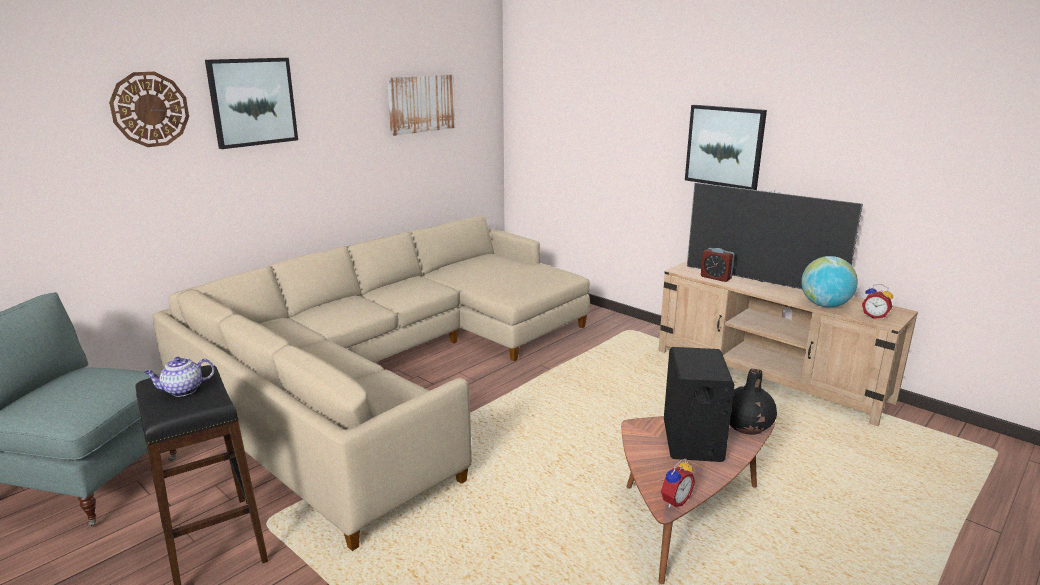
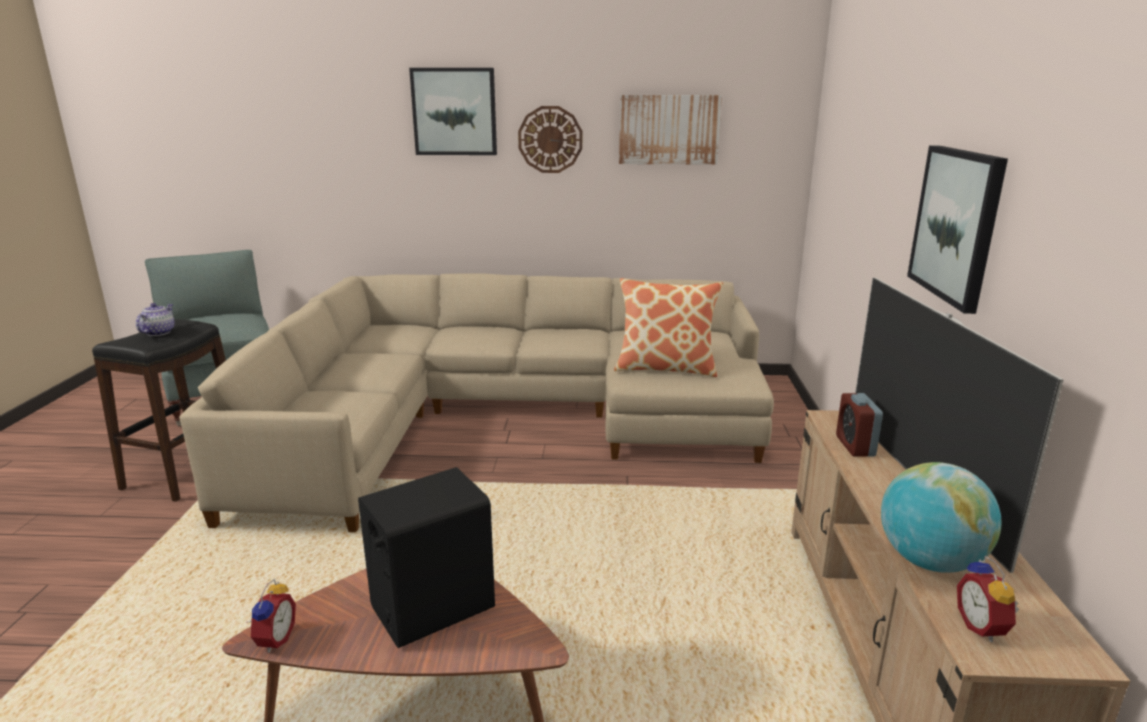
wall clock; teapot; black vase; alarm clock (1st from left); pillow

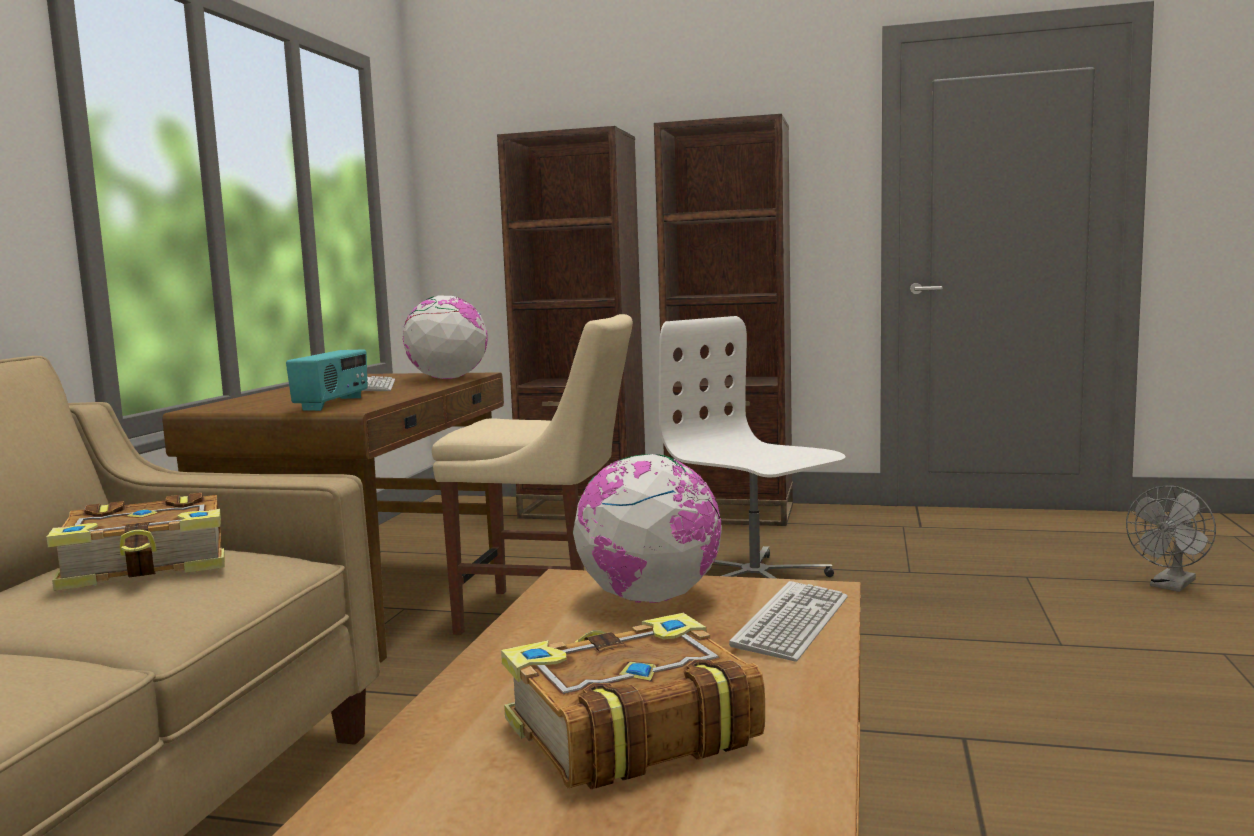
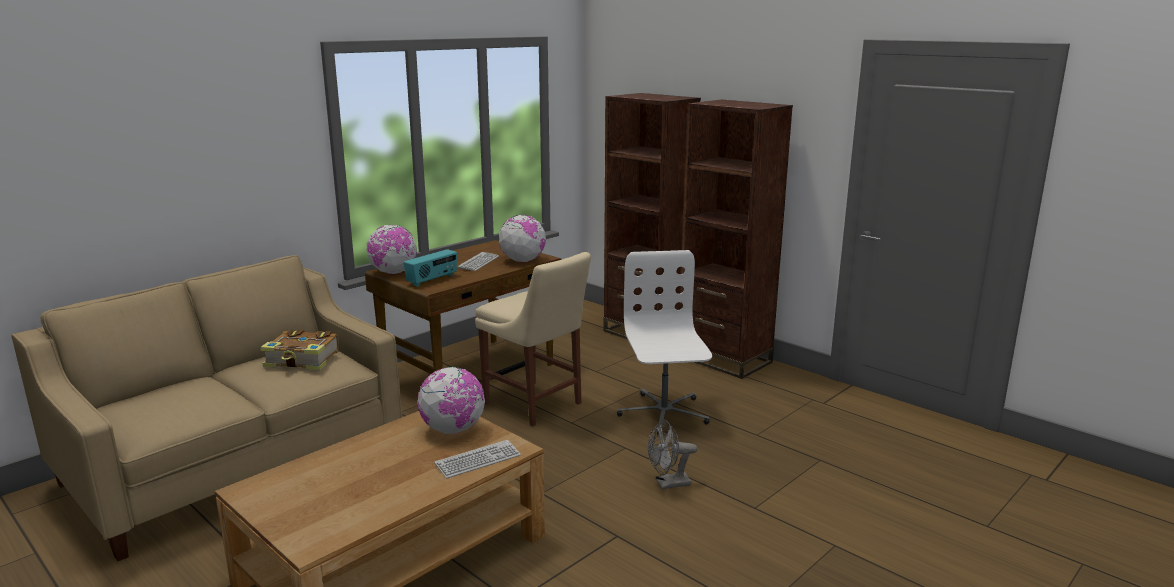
grey fan; book (2nd from left in the first image); globe (1st from left)

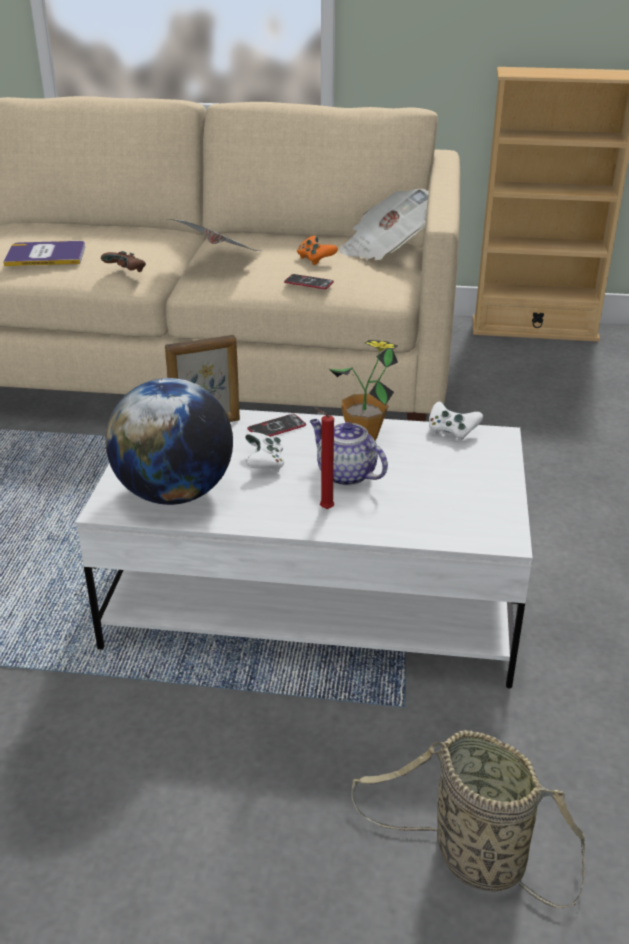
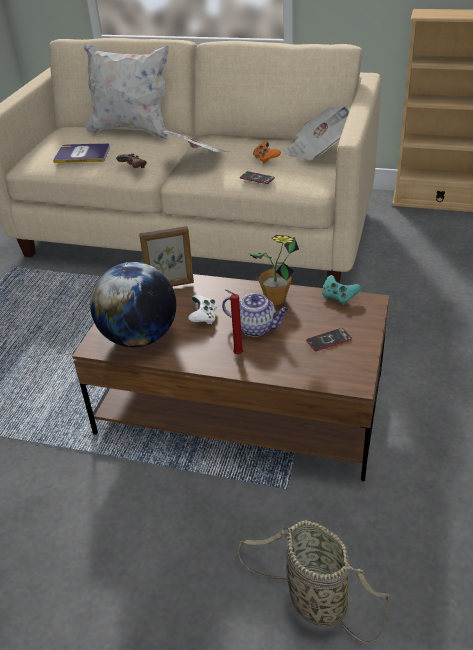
turquoise game controller; brown coffee table; phone (2nd from left); teapot; white pillow

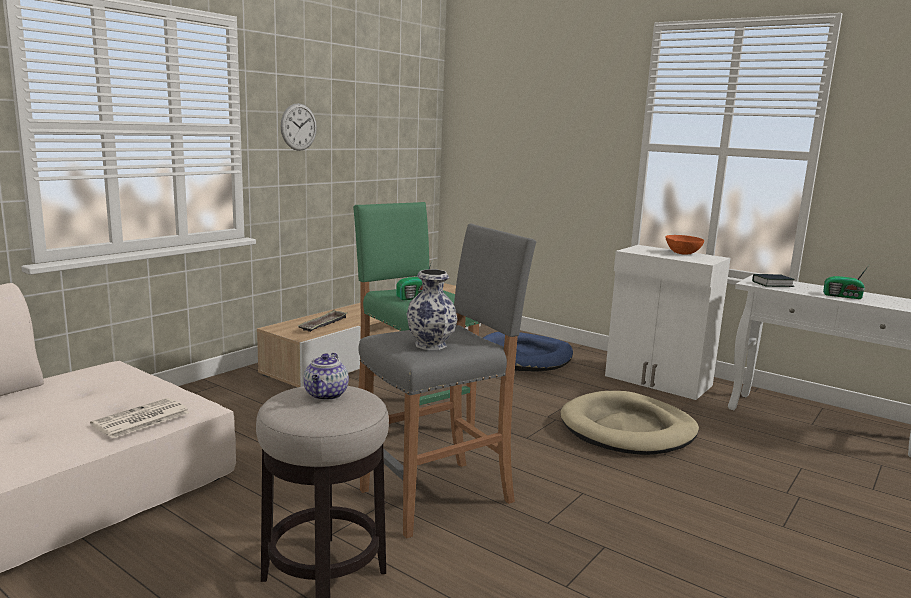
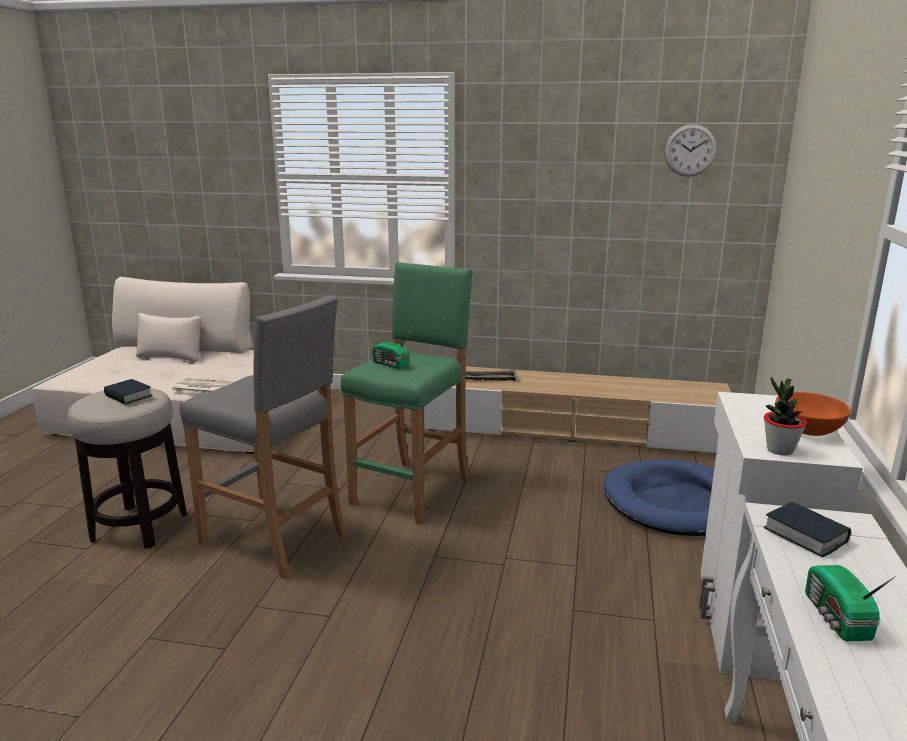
wall clock; vase; book (1st from left); beige dog bed; potted plant

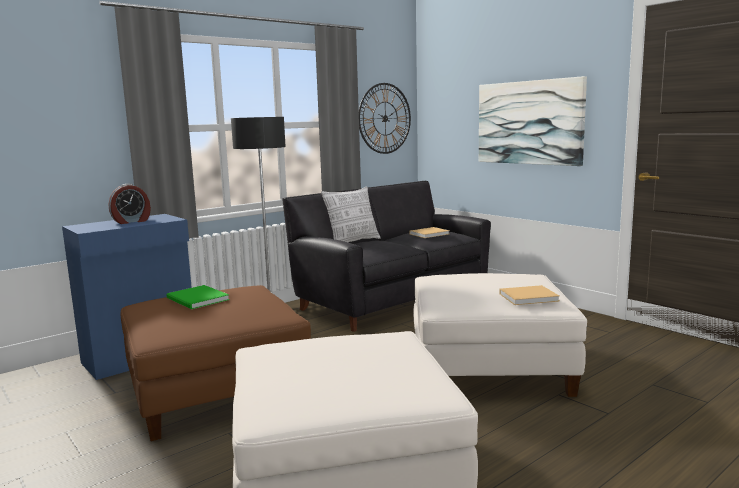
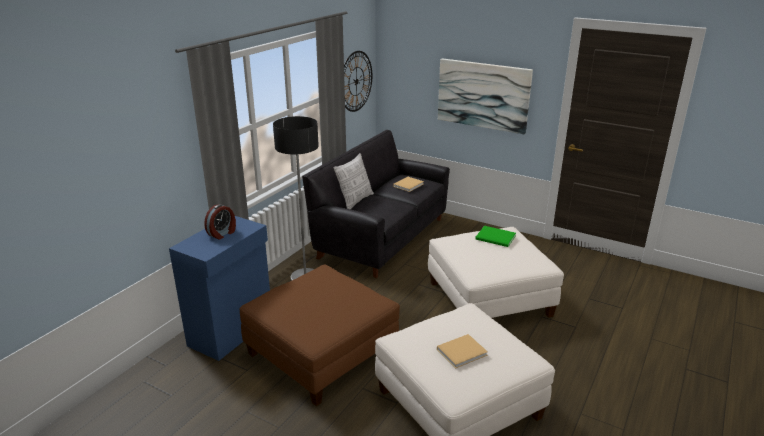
green book; beige book (2nd from left)

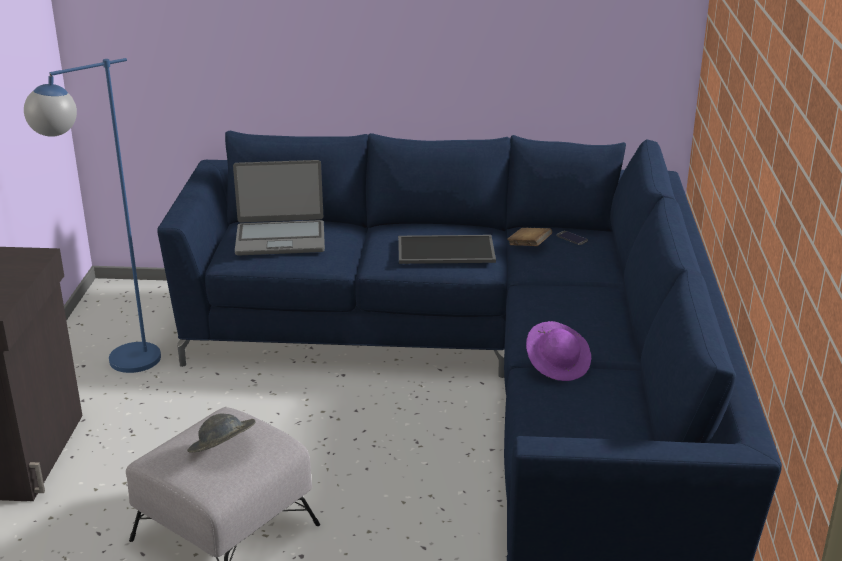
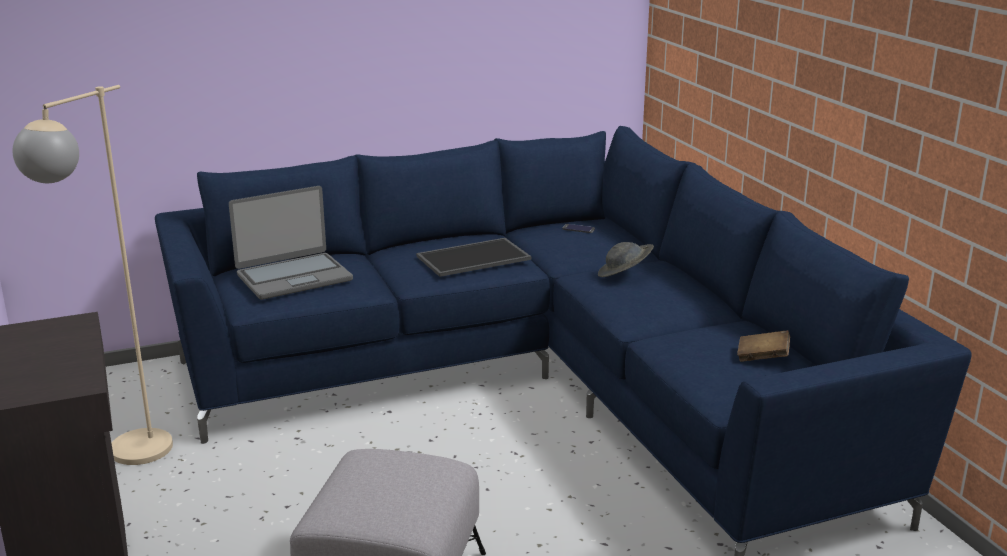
beige floor lamp; brown book; purple hat; grey hat

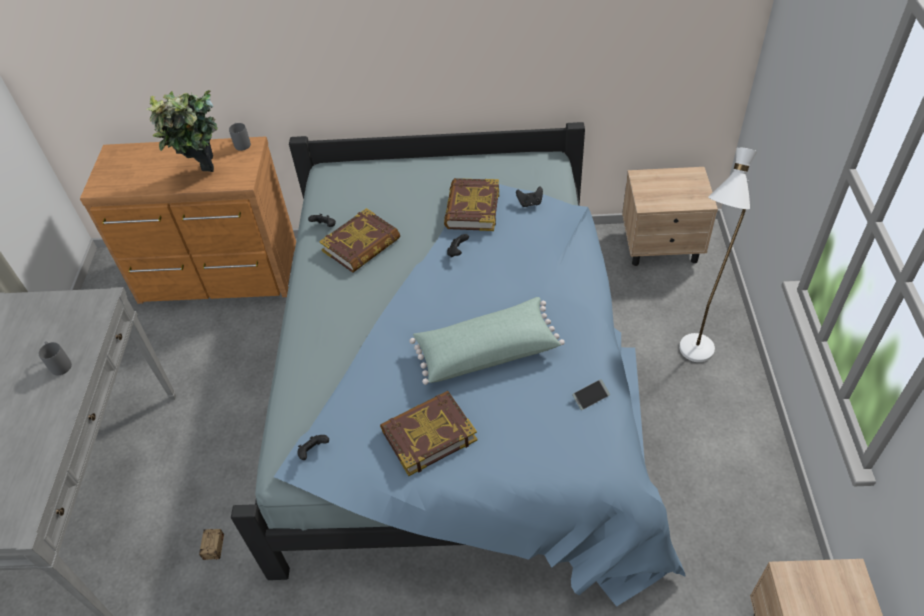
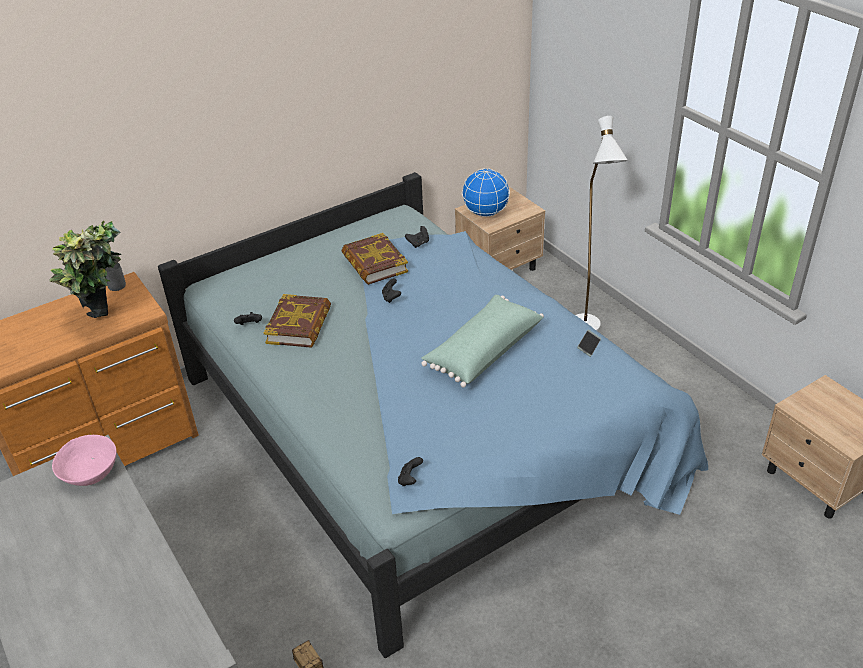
grey mug (1st from left in the first image); book (2nd from left in the first image); globe; pink bowl

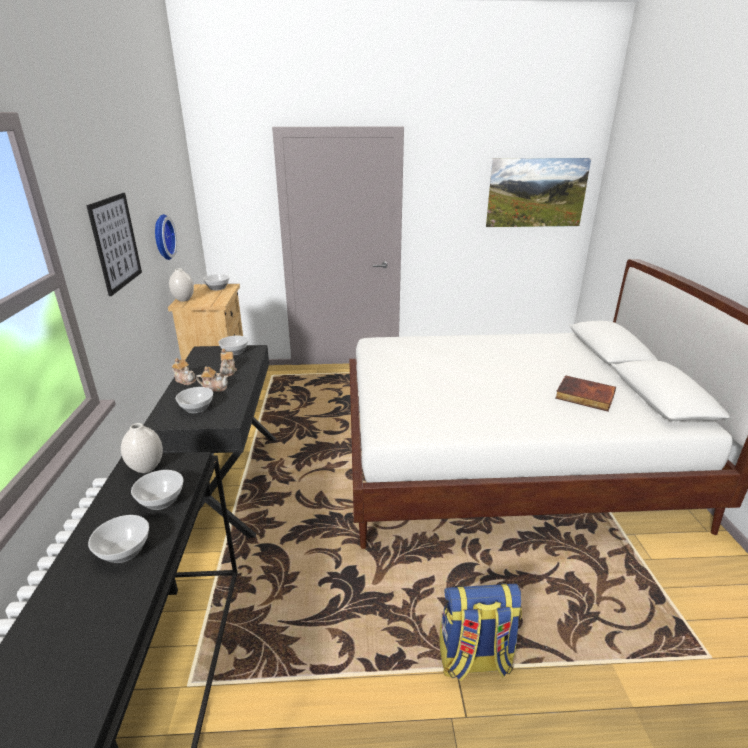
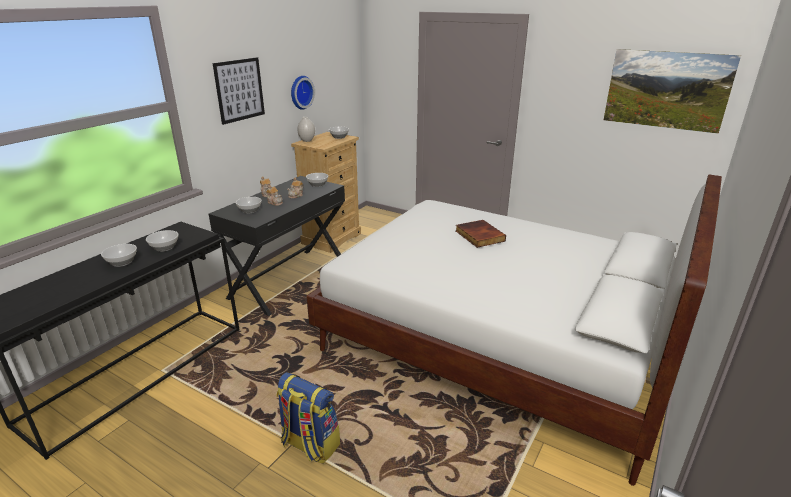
book; white vase (1st from left in the first image)

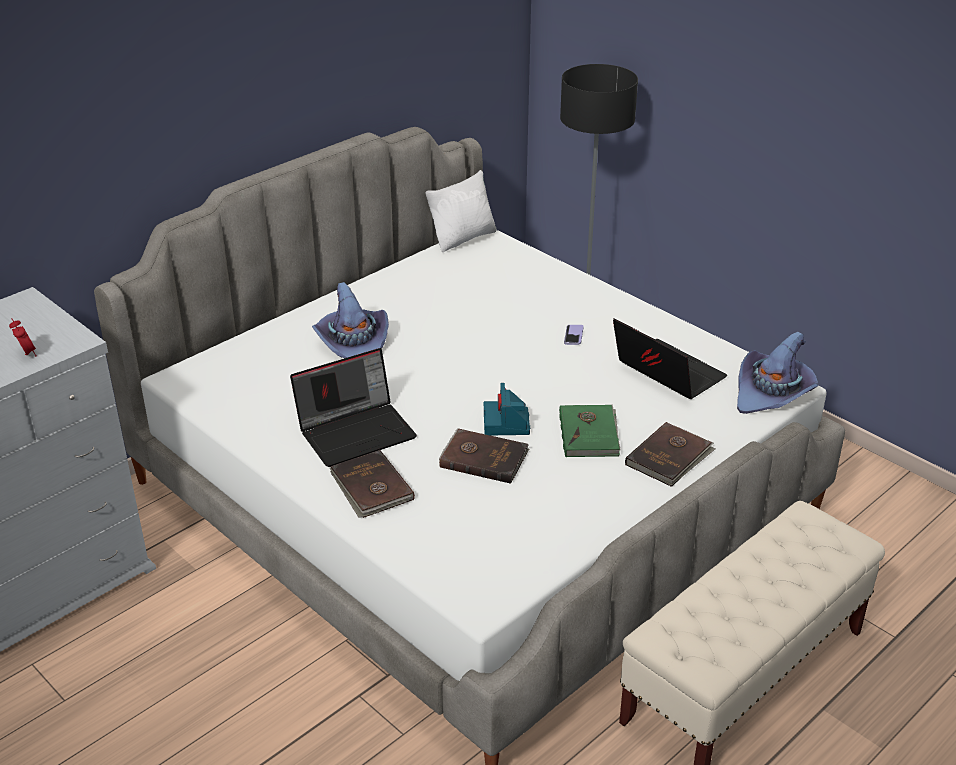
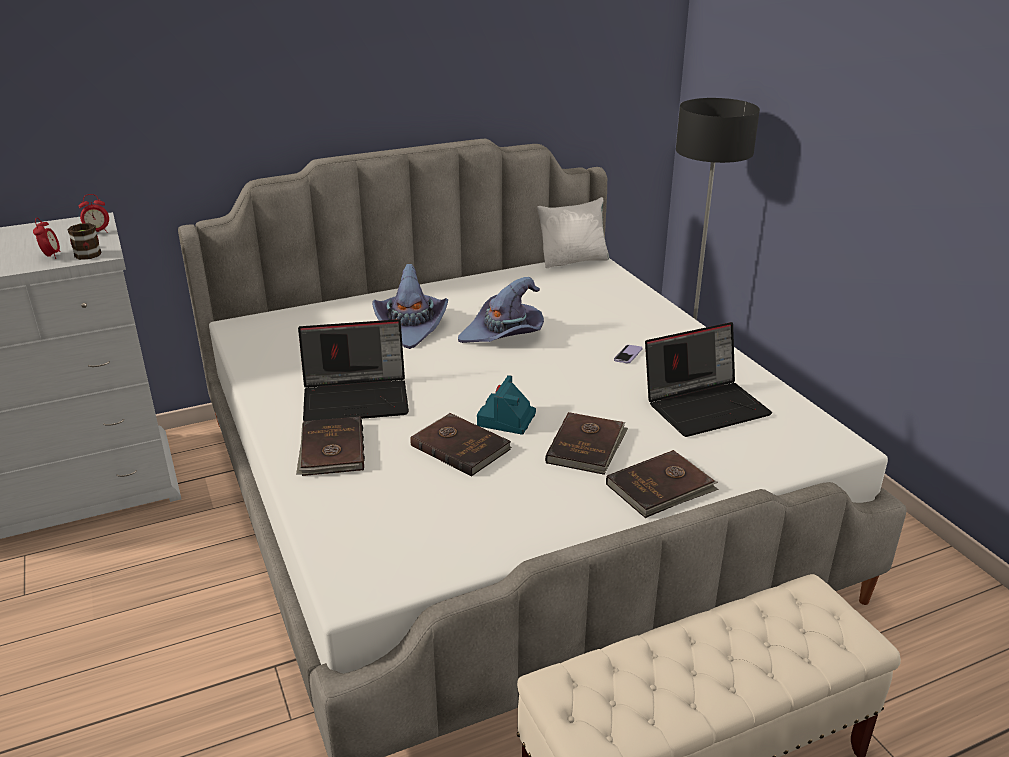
laptop (2nd from left); purple hat (2nd from left); brown book (3rd from left); alarm clock (2nd from left); mug

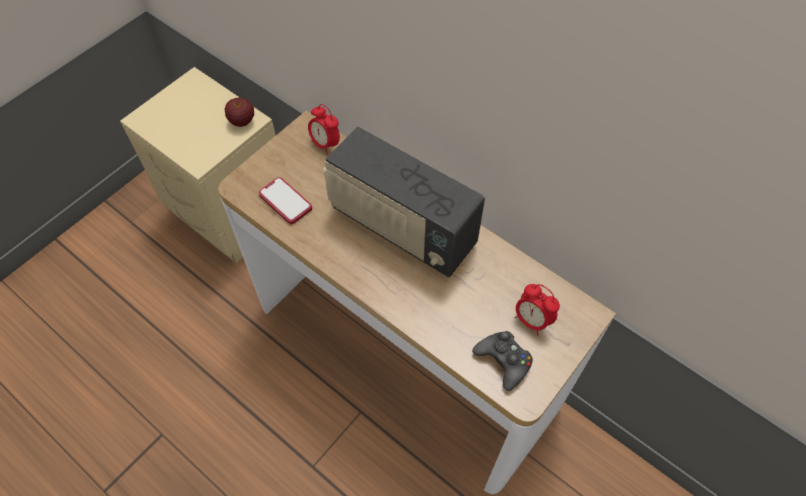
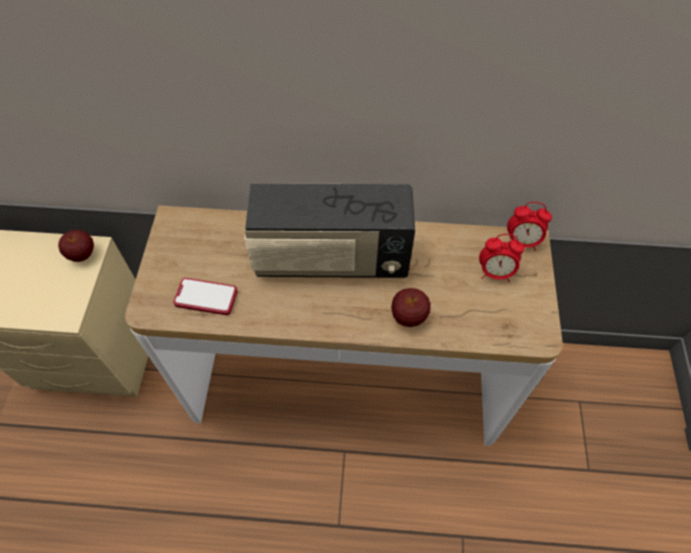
alarm clock (2nd from left); black game controller; apple (2nd from left)

